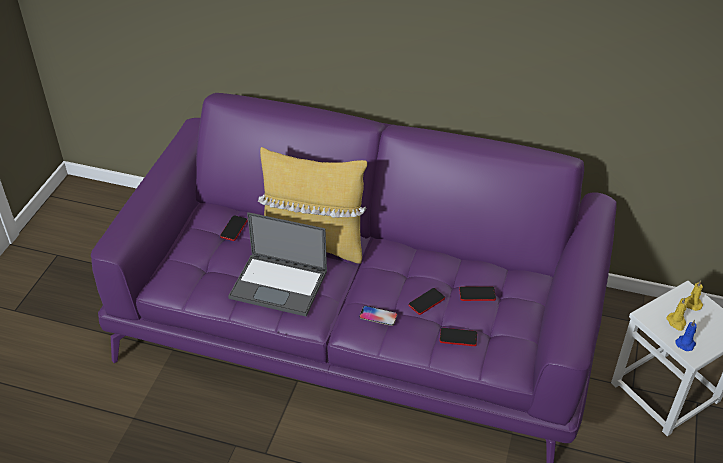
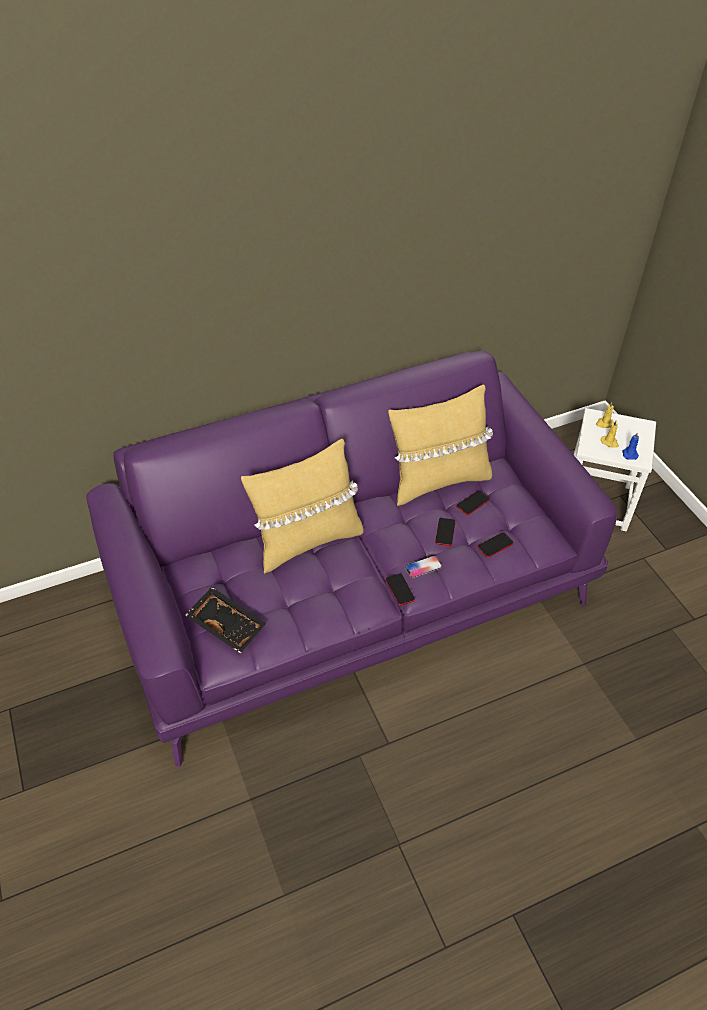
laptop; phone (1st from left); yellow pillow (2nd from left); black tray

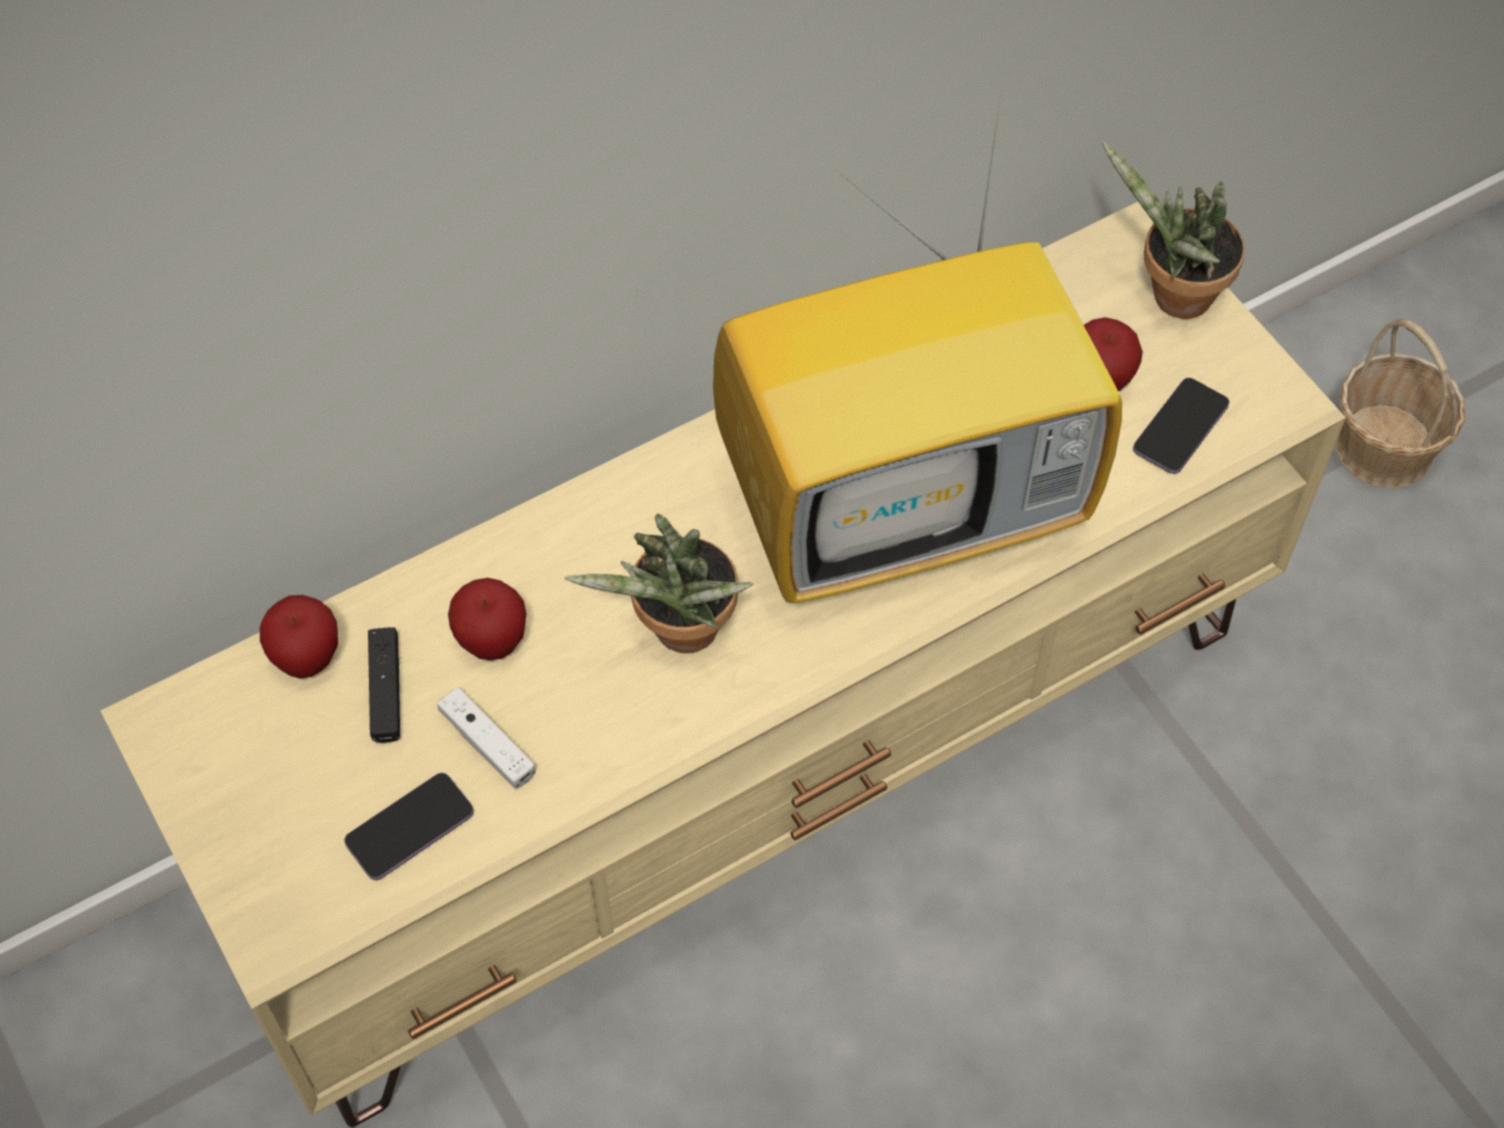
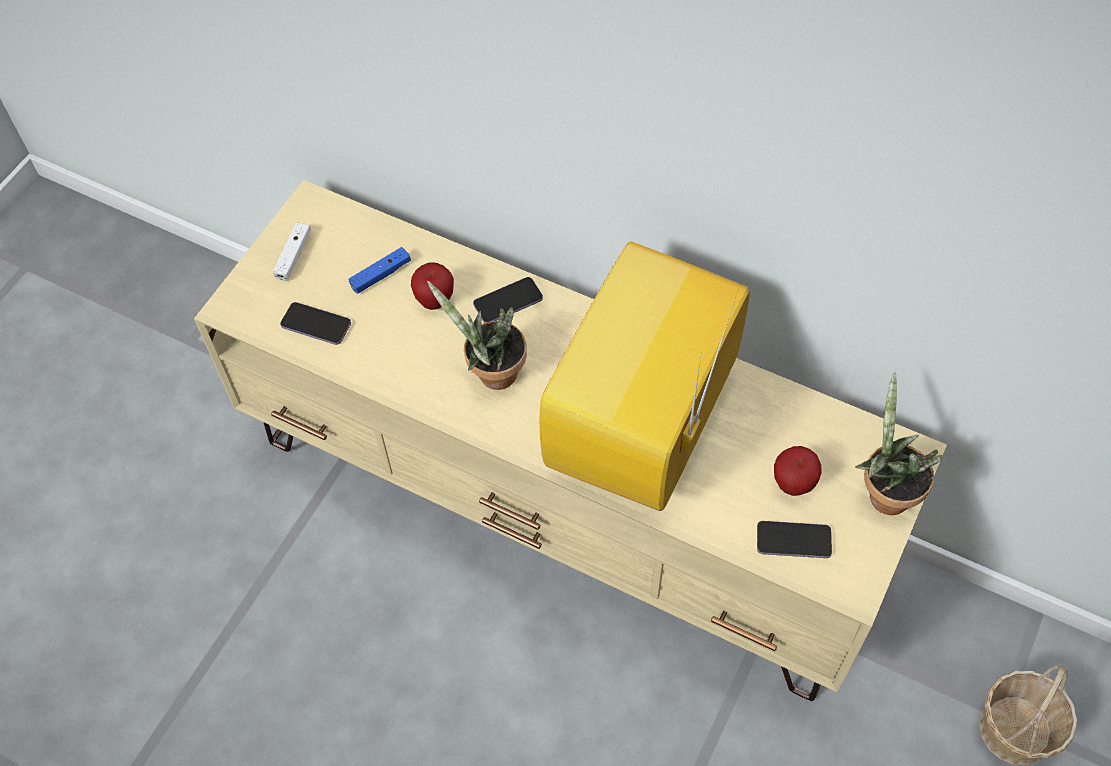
television; apple (1st from left in the first image); blue game controller; white game controller; phone (2nd from left)

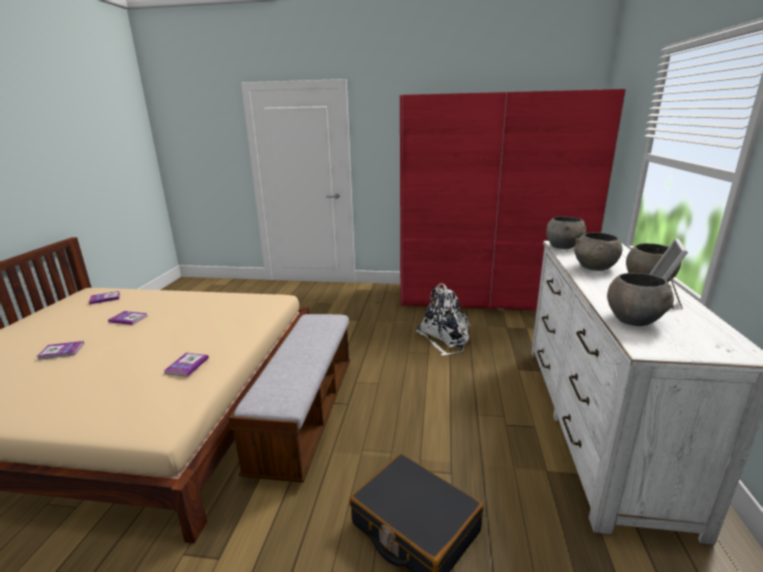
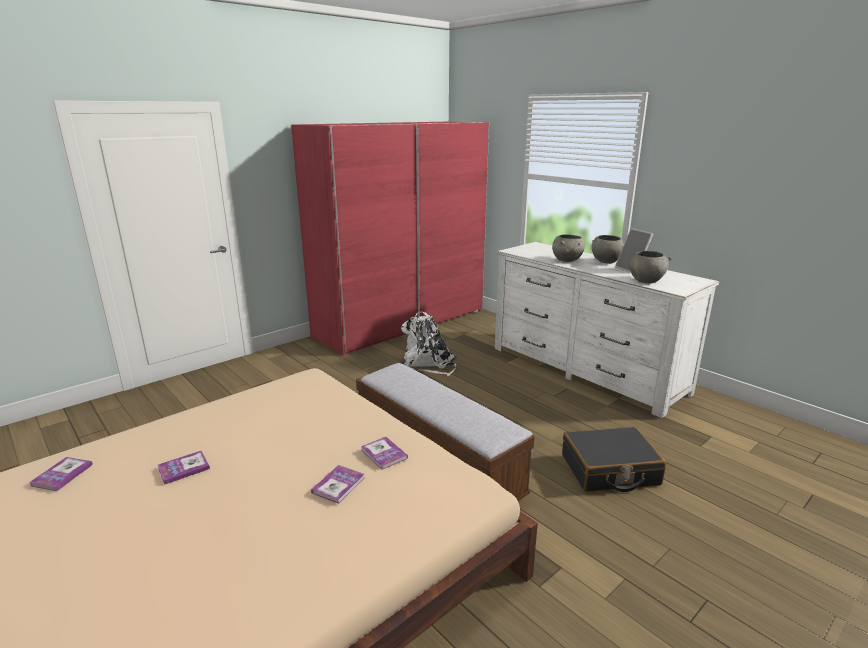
grey bowl (1st from left in the first image); book (3rd from left)

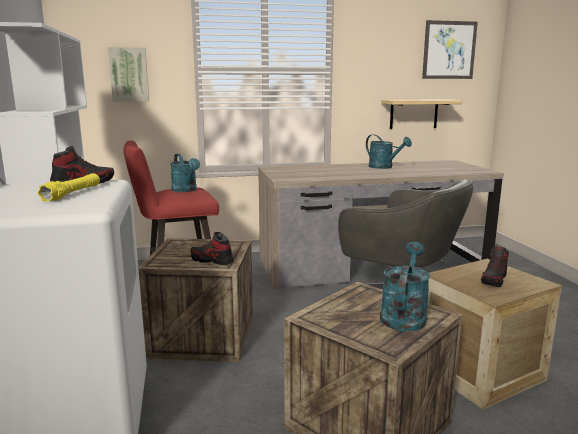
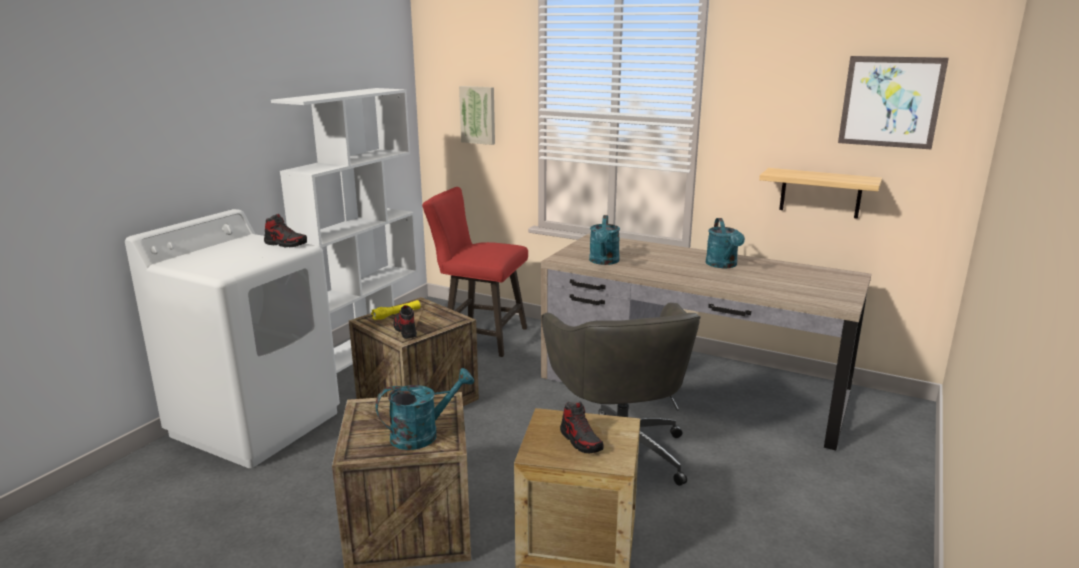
turquoise watering can (2nd from left); yellow flashlight; shoe (3rd from left)

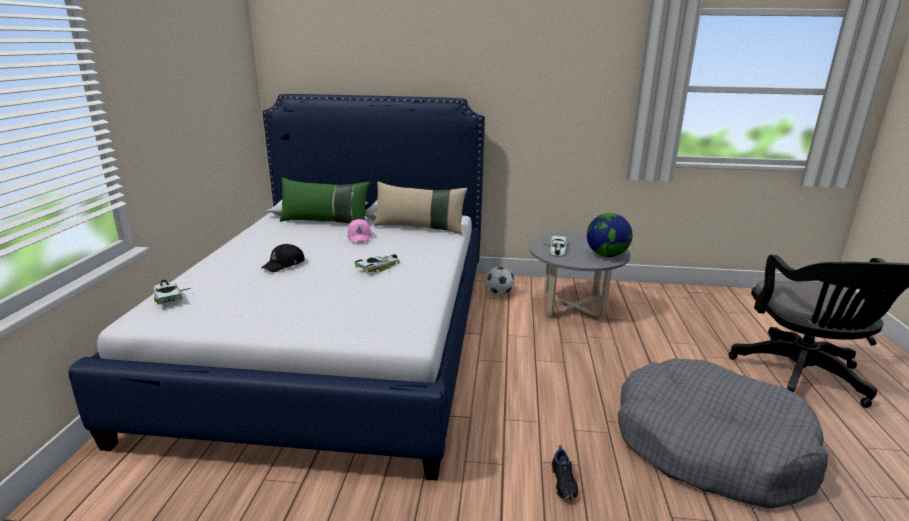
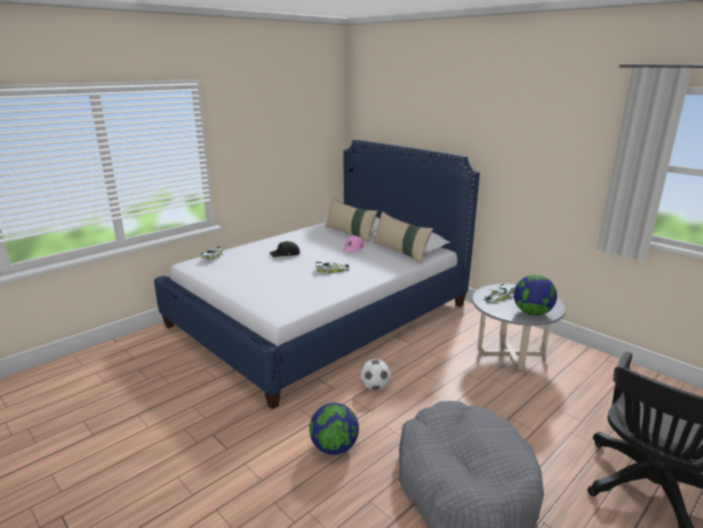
beige pillow (1st from left); football; globe (1st from left)

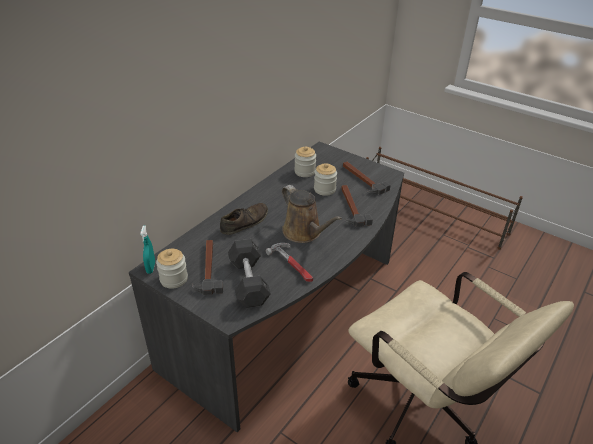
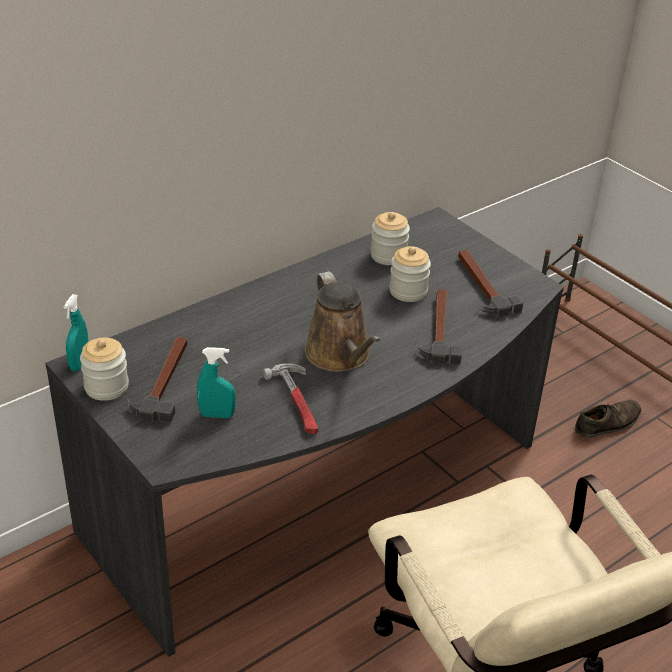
brown shoe; turquoise spray bottle (2nd from left)

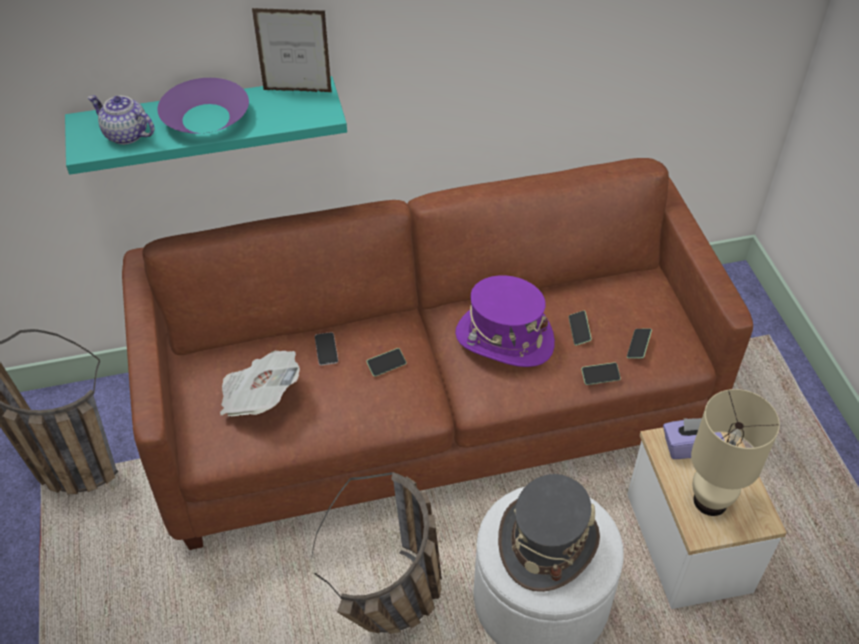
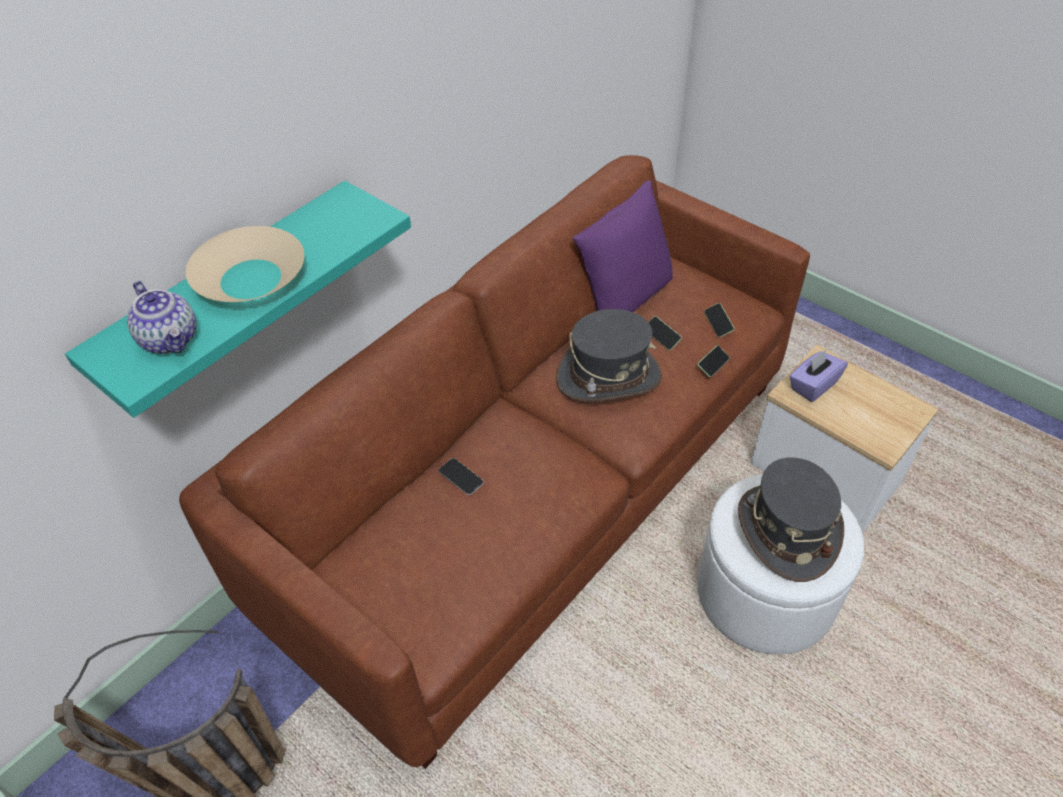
picture frame; beige bowl; teapot; grey hat (1st from left); phone (2nd from left in the first image); newspaper; beige table lamp; basket (2nd from left in the first image); purple pillow

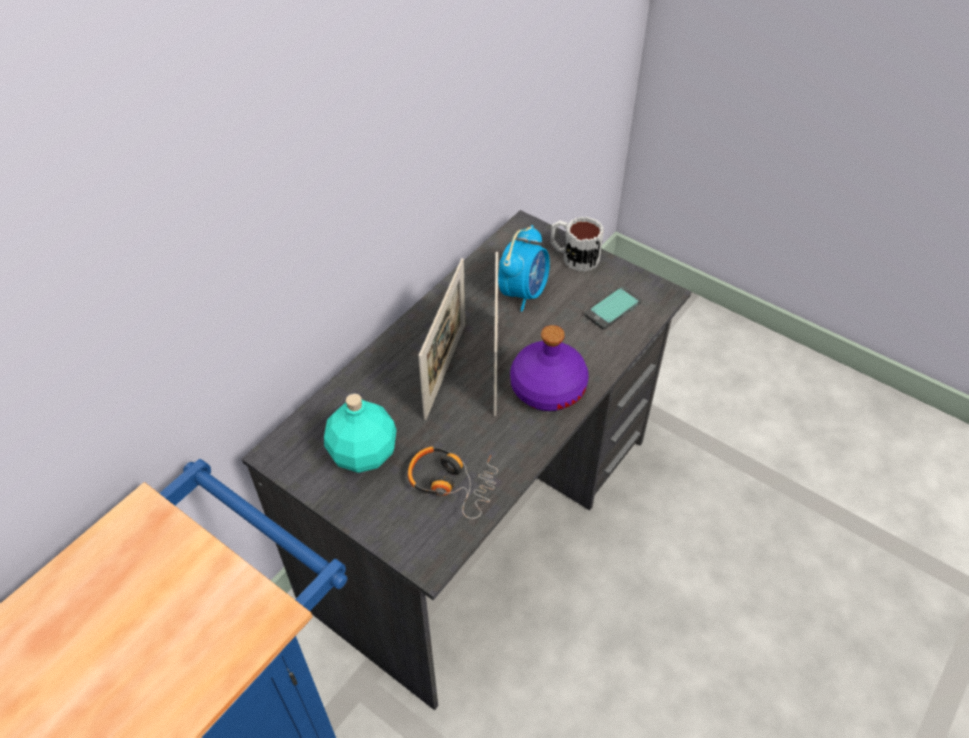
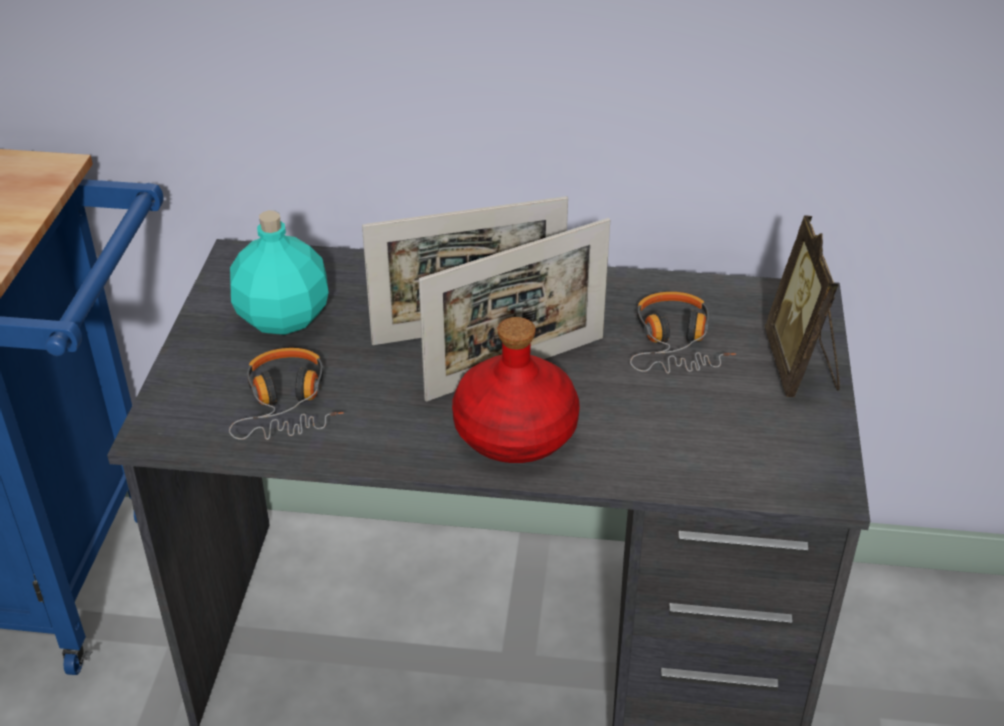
picture frame (3rd from left); headphones (2nd from left); phone; red bottle

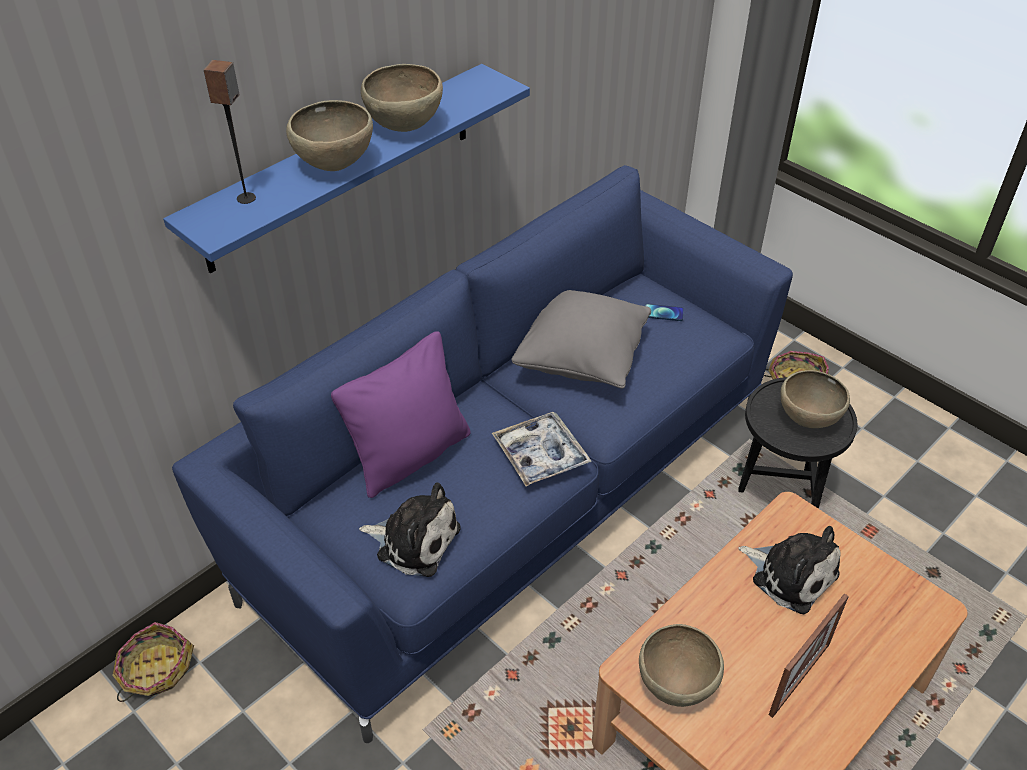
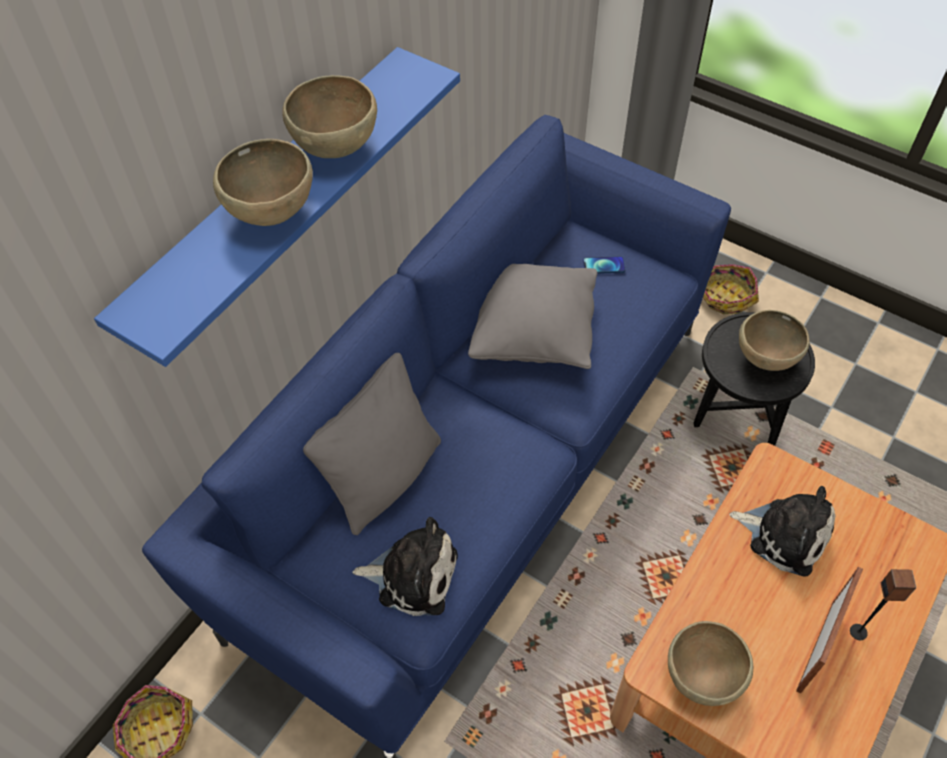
speaker; grey pillow (1st from left); tray

